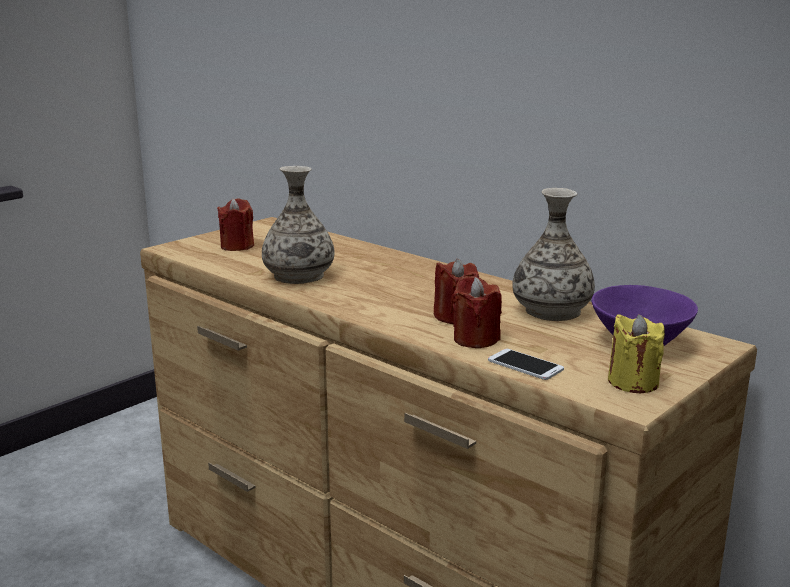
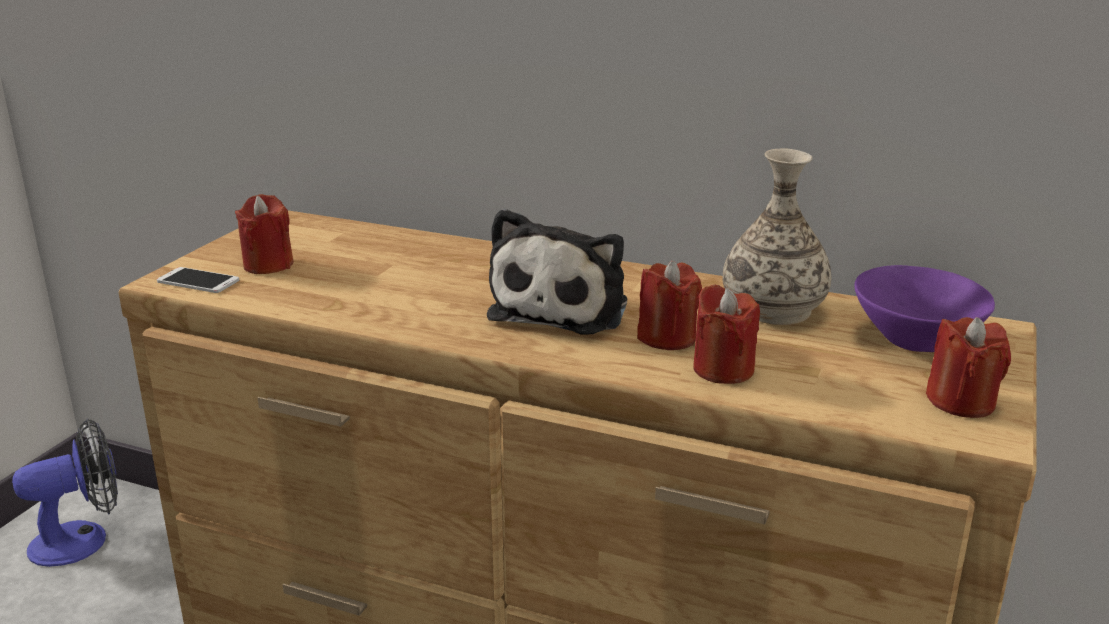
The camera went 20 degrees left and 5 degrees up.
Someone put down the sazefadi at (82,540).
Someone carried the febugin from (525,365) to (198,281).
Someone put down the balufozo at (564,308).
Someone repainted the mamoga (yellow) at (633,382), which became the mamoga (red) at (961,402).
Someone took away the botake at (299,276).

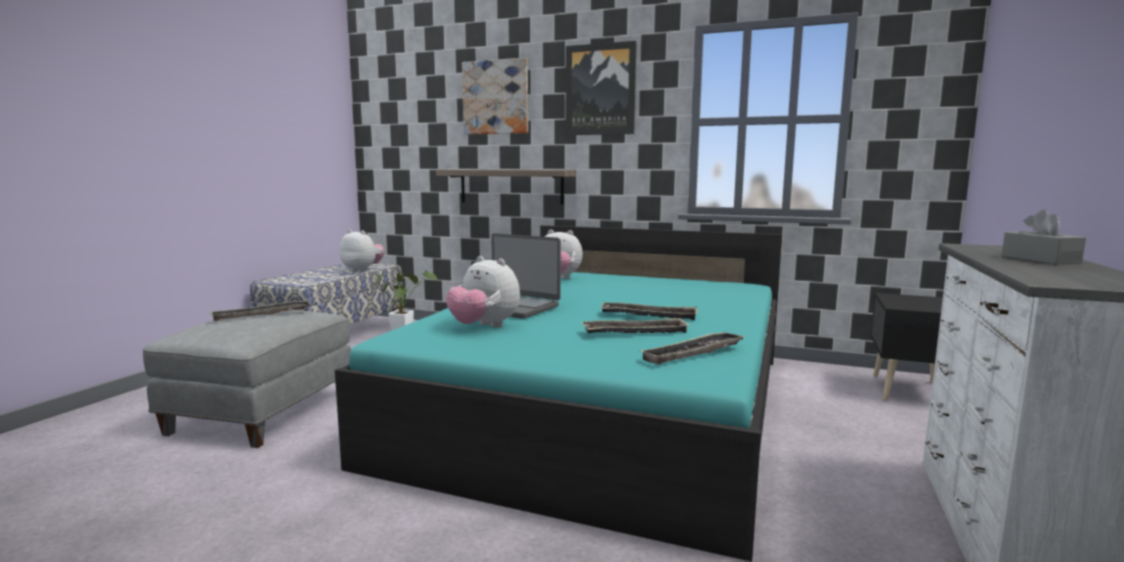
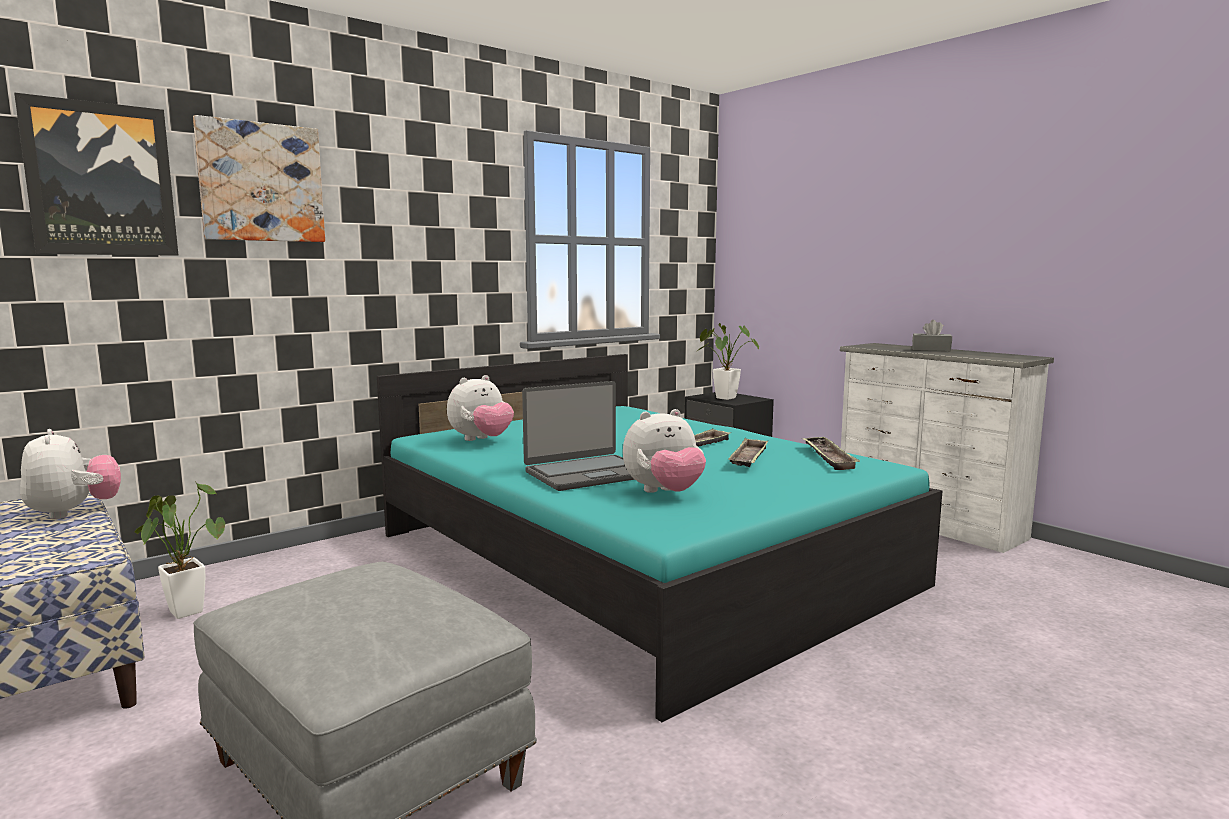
The camera went 60 degrees left and 0 degrees up.
Someone carried the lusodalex from (600,90) to (101,180).
Someone rotated the balufozo at (363,270) by 90 degrees clockwise.
Someone put down the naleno at (722,397).
Someone took away the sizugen at (262,315).
Someone took away the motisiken at (511,186).

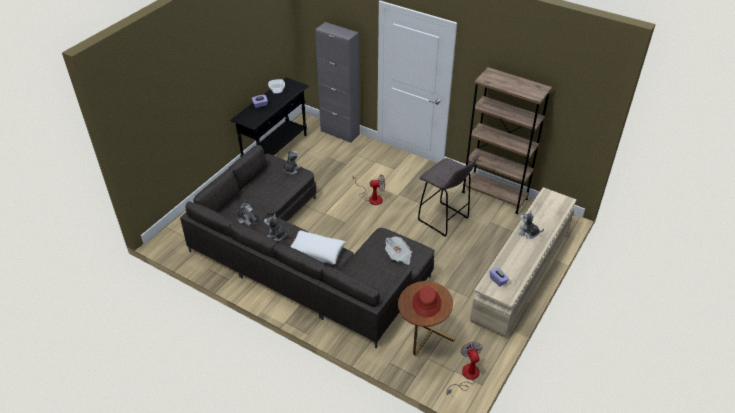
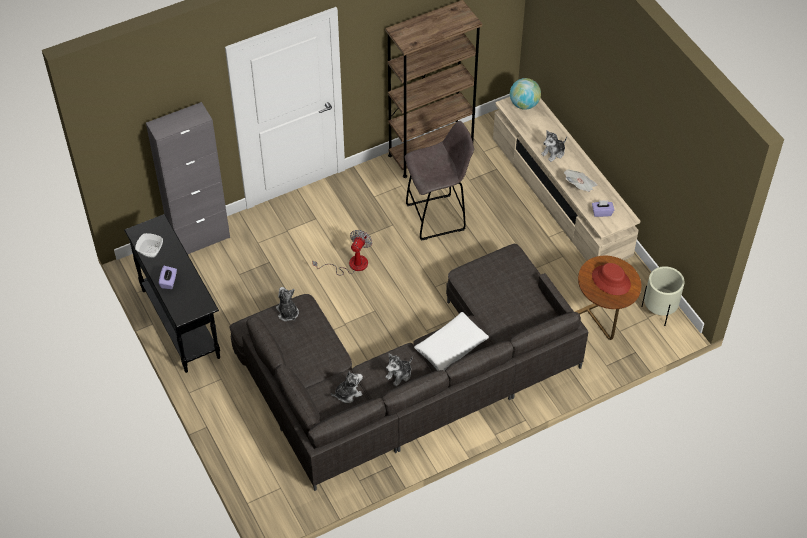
The camera went 60 degrees left and 10 degrees up.
Someone put down the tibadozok at (524,104).
Someone carried the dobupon from (398,256) to (580,186).
Someone swapped the sazefadi at (466,376) for the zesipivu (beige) at (659,311).

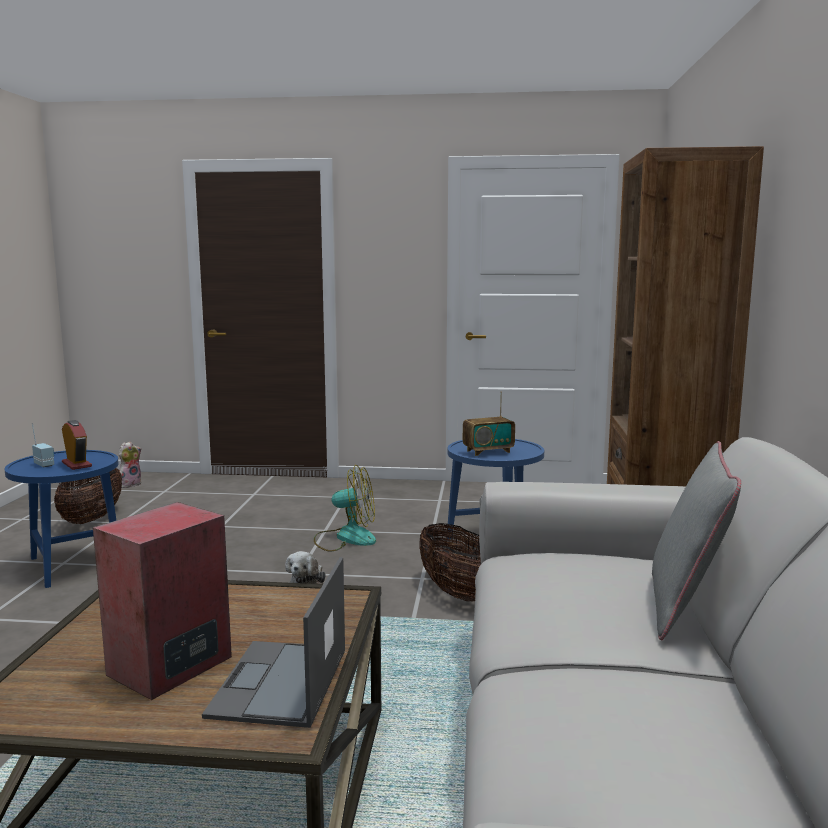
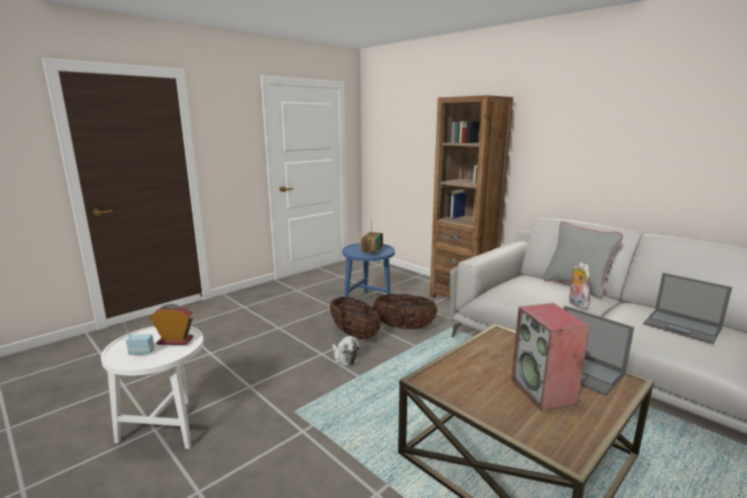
The camera went 50 degrees left and 5 degrees up.
Someone repainted the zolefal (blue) at (72,565), which became the zolefal (white) at (167,426).
Someone carried the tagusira from (92,519) to (354,334).
Someone carried the balufozo from (130,484) to (576,304).
Someone put down the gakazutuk at (683,326).
Someone took away the sazefadi at (346,538).

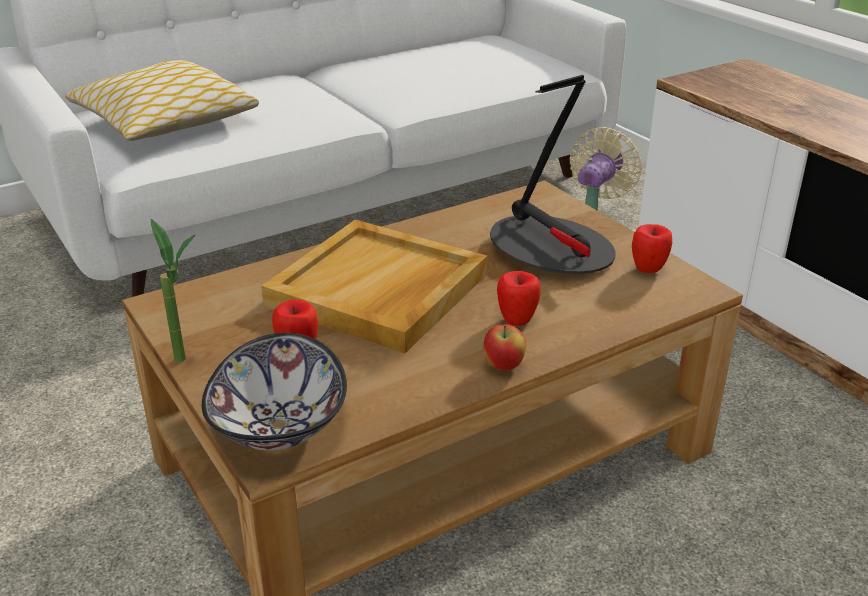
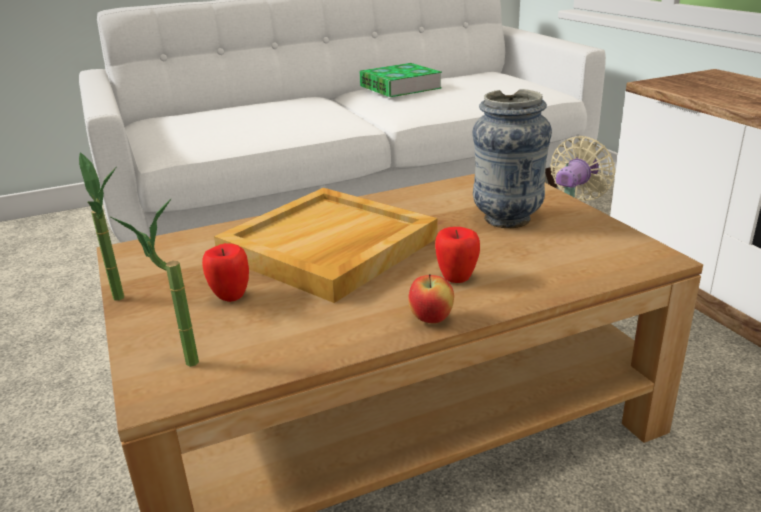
The camera went 10 degrees right and 5 degrees down.
Someone swapped the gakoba at (277,425) for the naleno at (178,364).
Someone put down the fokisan at (400,87).
Someone swapped the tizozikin at (551,249) for the botake at (507,219).
Someone took away the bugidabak at (166,122).
Someone took away the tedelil at (648,270).

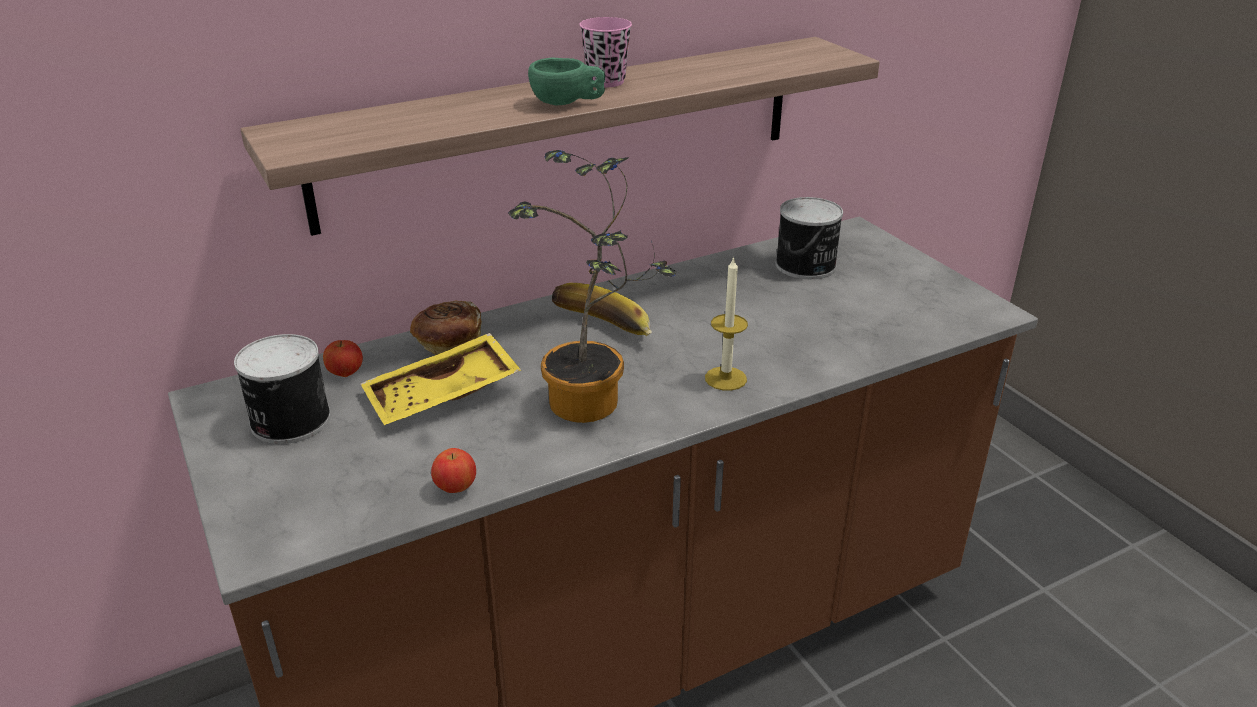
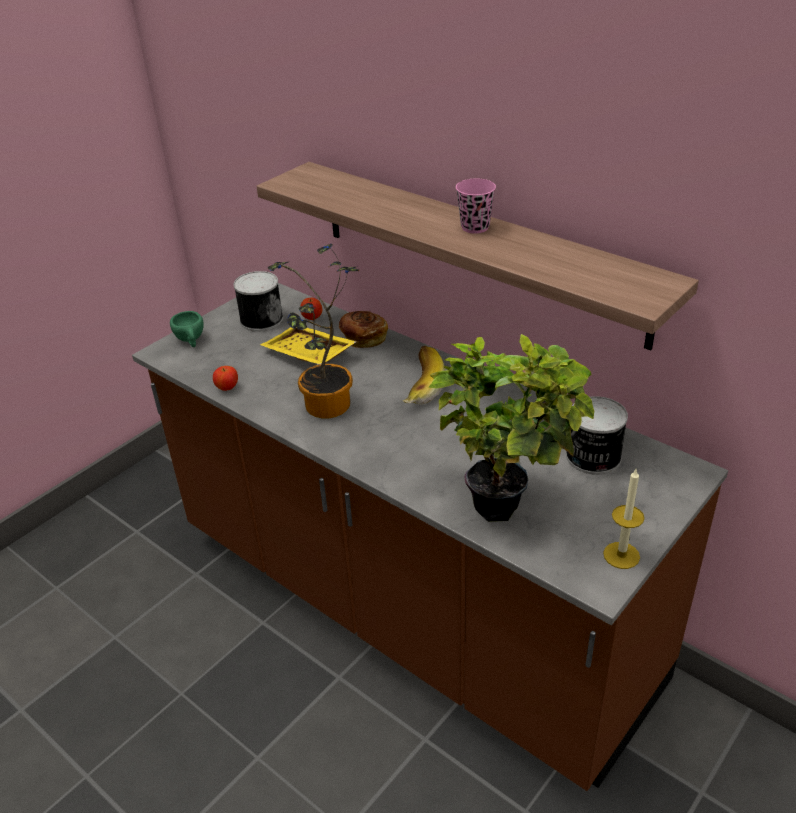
The camera went 70 degrees right and 5 degrees up.
Someone carried the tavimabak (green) from (567,103) to (191,340).
Someone put down the naleno at (507,503).
Someone carried the mamoga from (725,378) to (621,555).

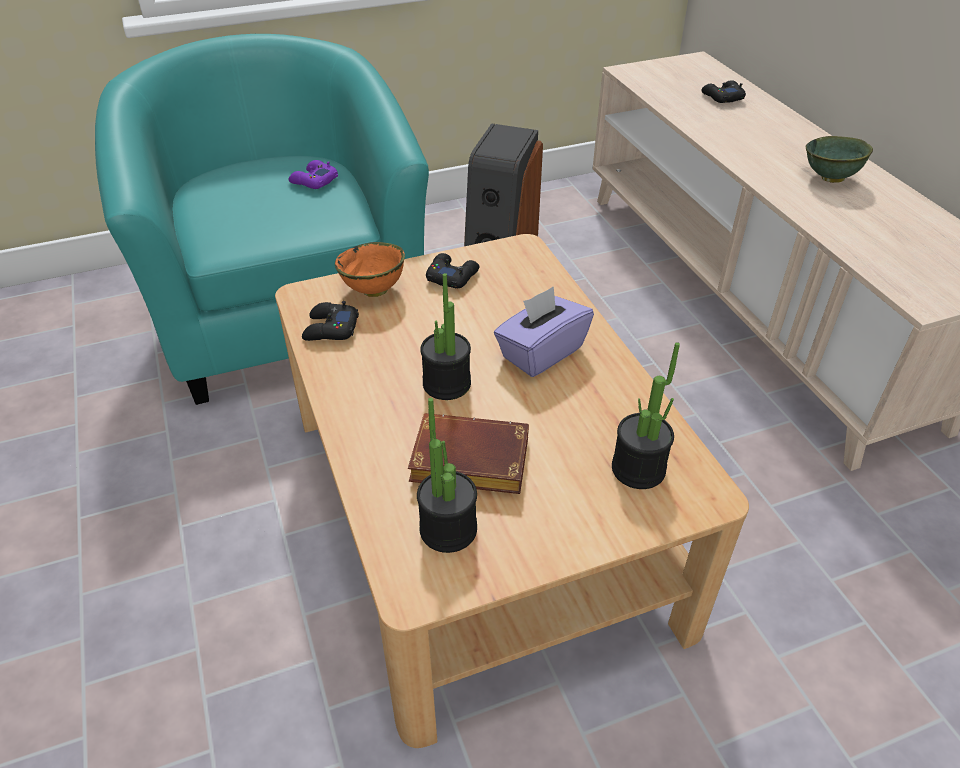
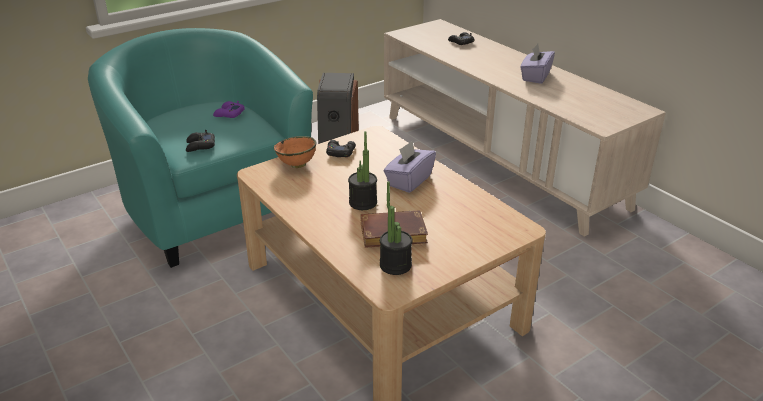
The camera went 15 degrees left and 10 degrees down.
Someone carried the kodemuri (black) from (330,329) to (200,146).
Someone swapped the gakoba (green) at (829,178) for the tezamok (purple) at (535,76).
Someone took away the naleno at (638,469).

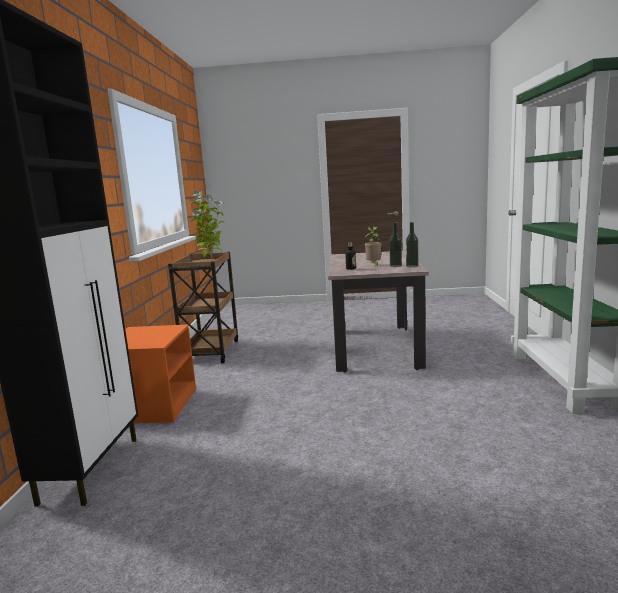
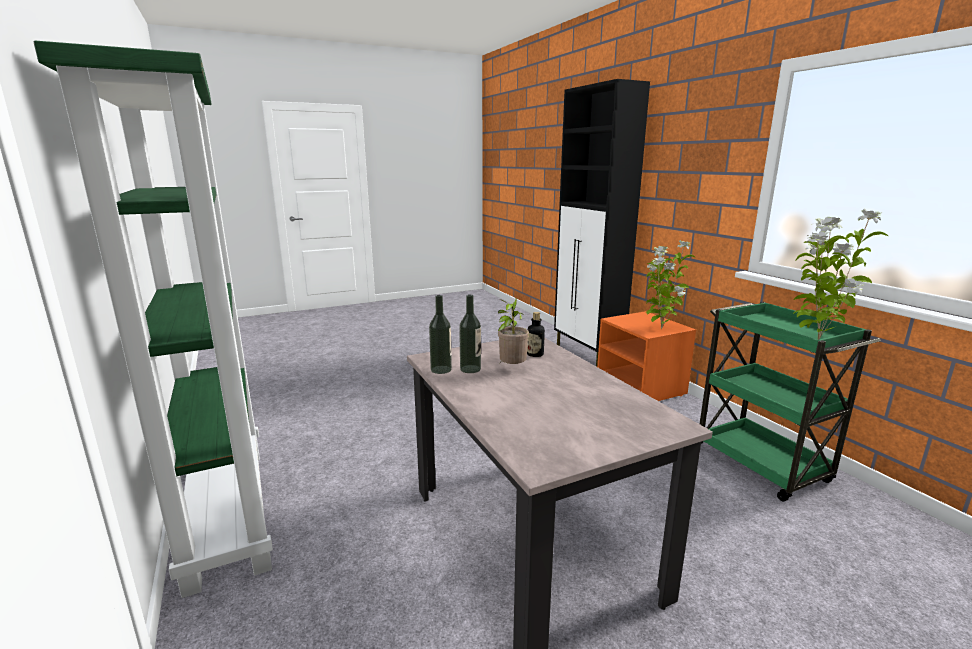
The camera went 150 degrees right and 5 degrees up.
Someone put down the naleno at (660,328).
Someone repainted the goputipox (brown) at (211,351), which became the goputipox (green) at (761,465).

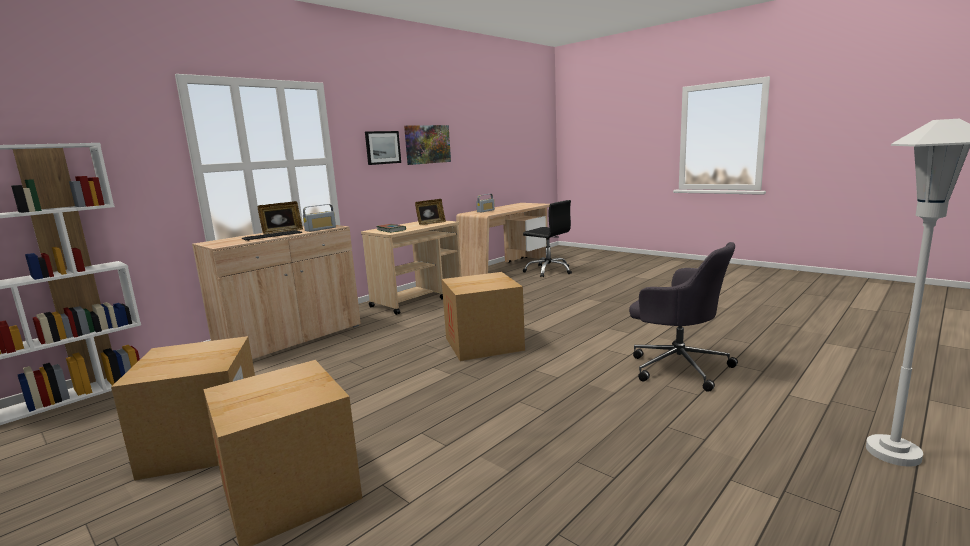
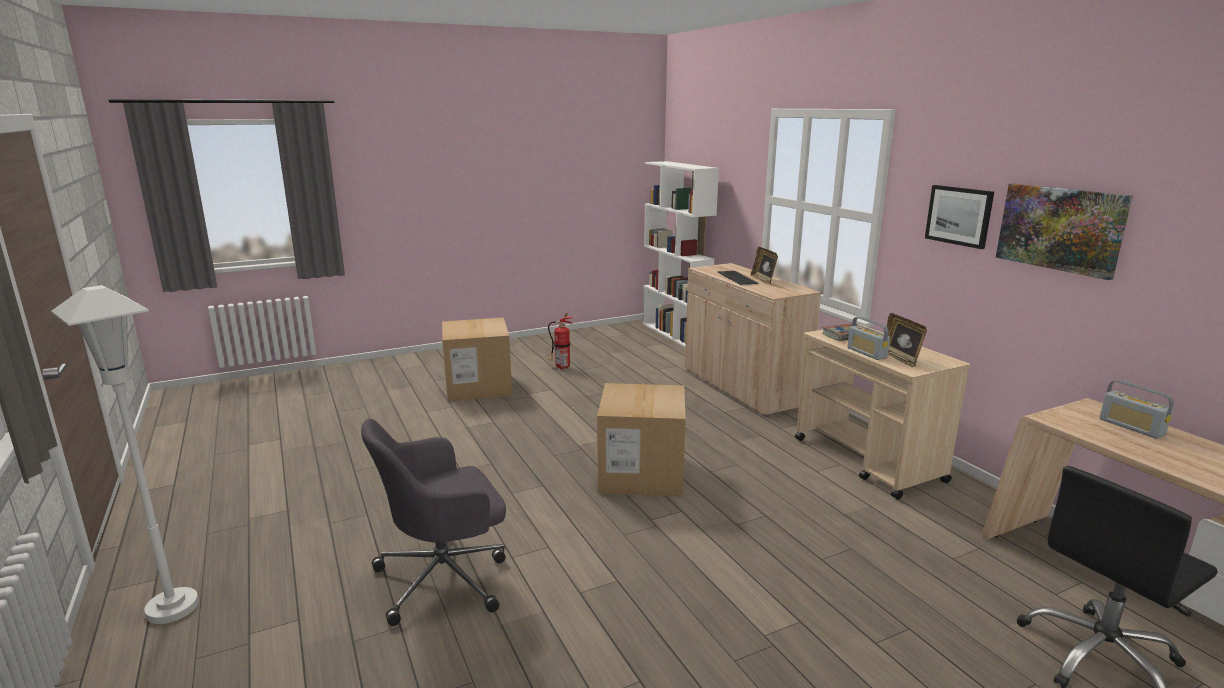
The camera went 110 degrees right and 5 degrees up.
Someone swapped the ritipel at (204,443) for the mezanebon at (560,367).
Someone carried the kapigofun from (320,229) to (866,353).

